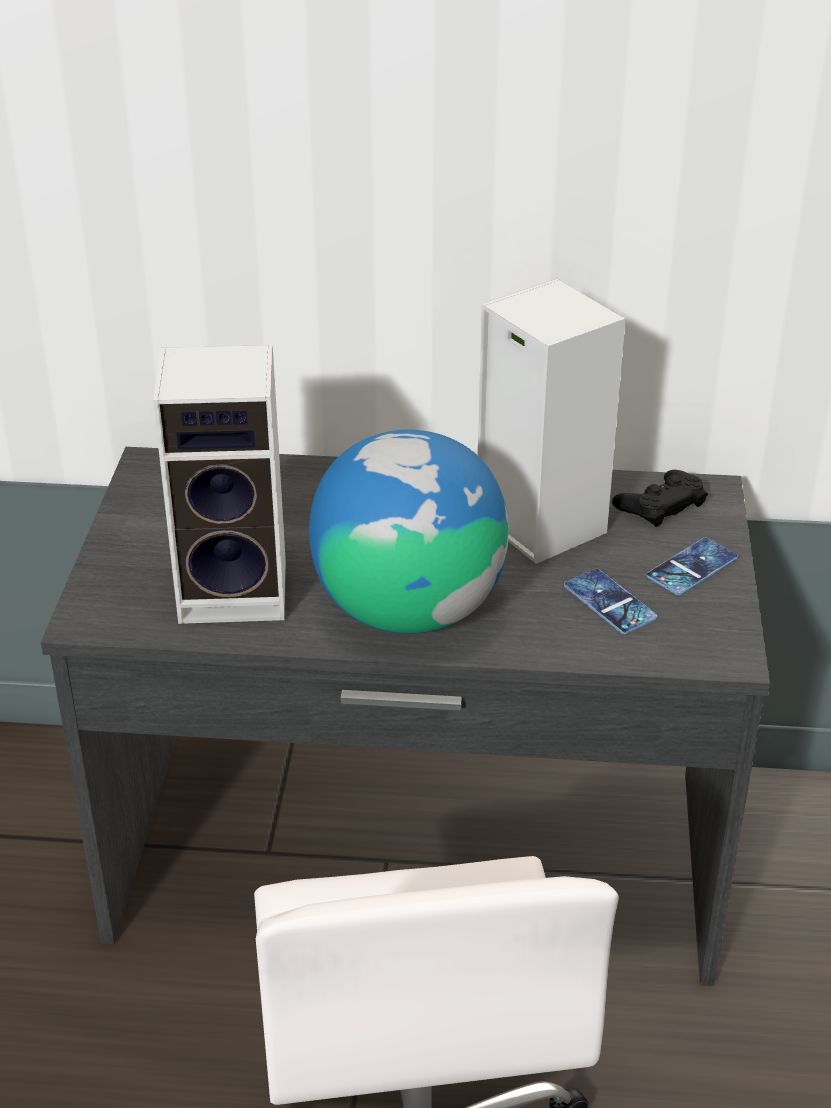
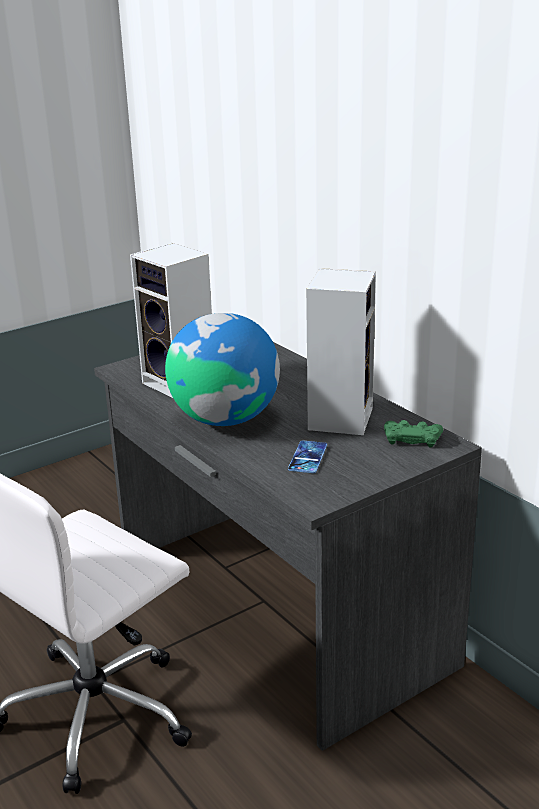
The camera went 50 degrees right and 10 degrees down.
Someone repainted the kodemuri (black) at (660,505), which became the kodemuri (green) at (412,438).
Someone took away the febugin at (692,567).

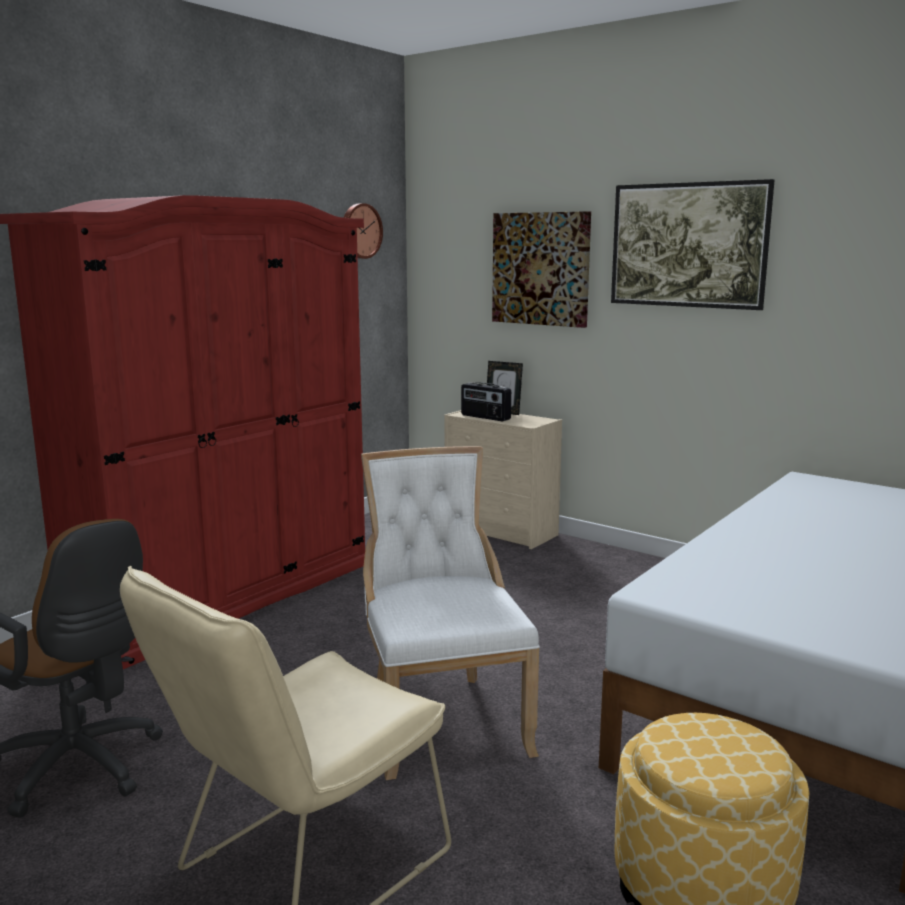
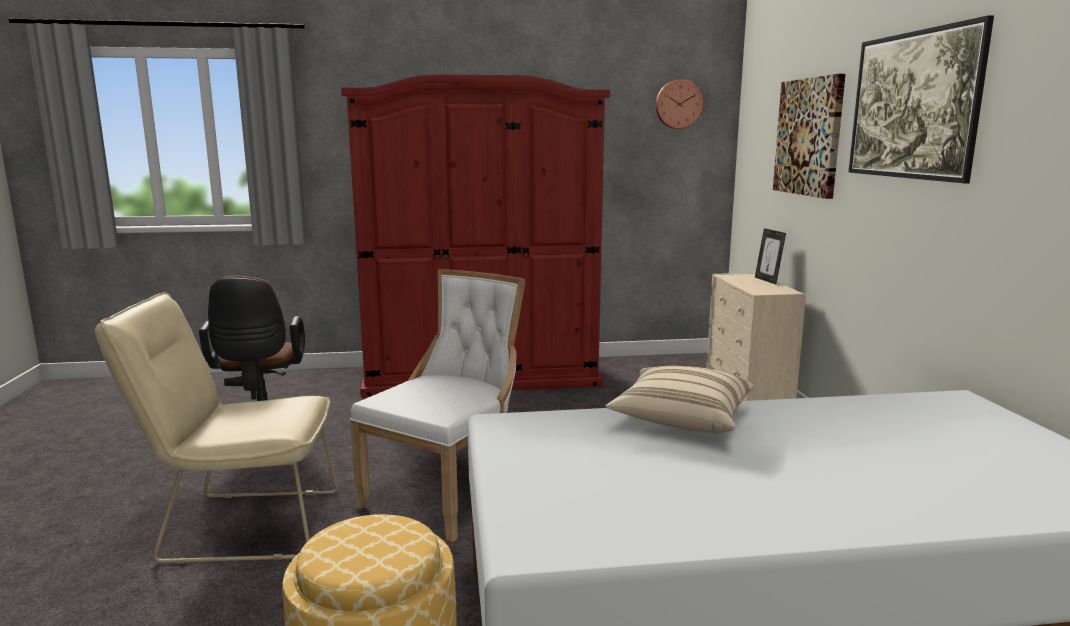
The camera went 45 degrees right and 0 degrees up.
Someone put down the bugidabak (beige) at (681,419).
Someone took away the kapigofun at (485,417).

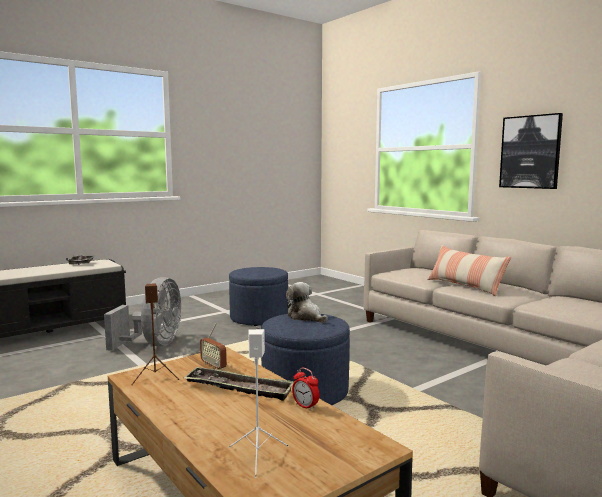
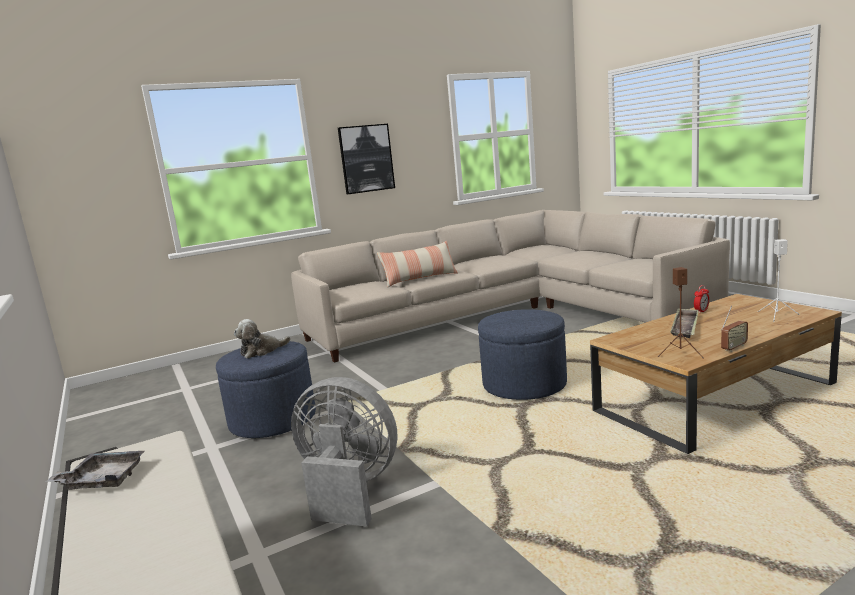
The camera went 80 degrees left and 5 degrees up.
Someone carried the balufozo from (306,317) to (261,351).
Someone carried the kapigofun from (213,366) to (733,348).

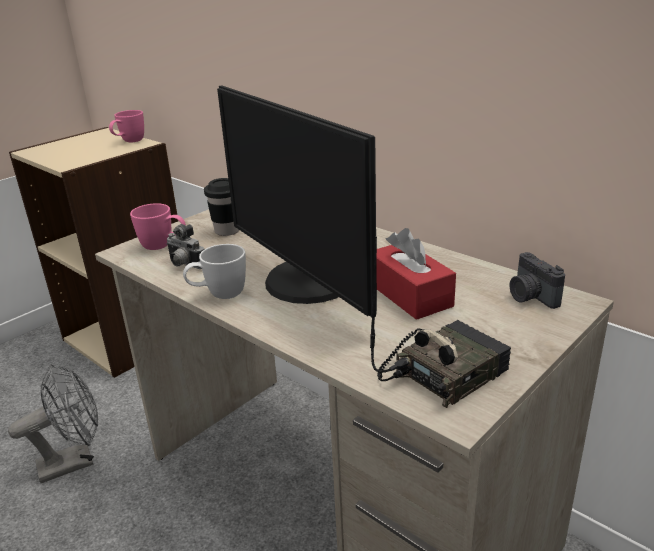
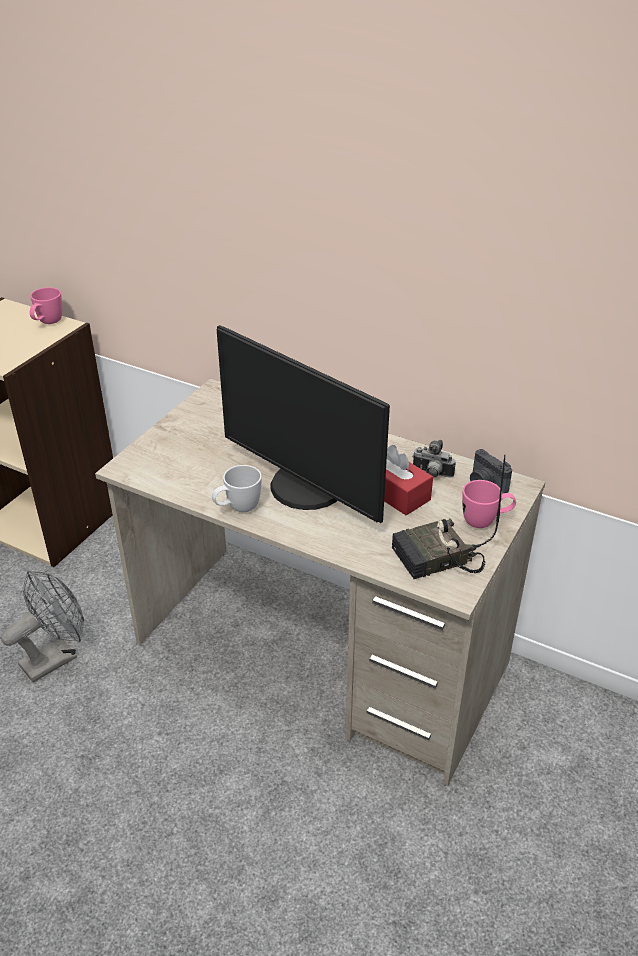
The camera went 15 degrees left and 10 degrees up.
Someone rotated the kapigofun at (441,372) by 150 degrees counterclockwise.
Someone carried the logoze from (184,265) to (431,474).
Someone carried the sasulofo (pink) from (163,246) to (485,521).
Someone took away the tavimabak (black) at (227,231).

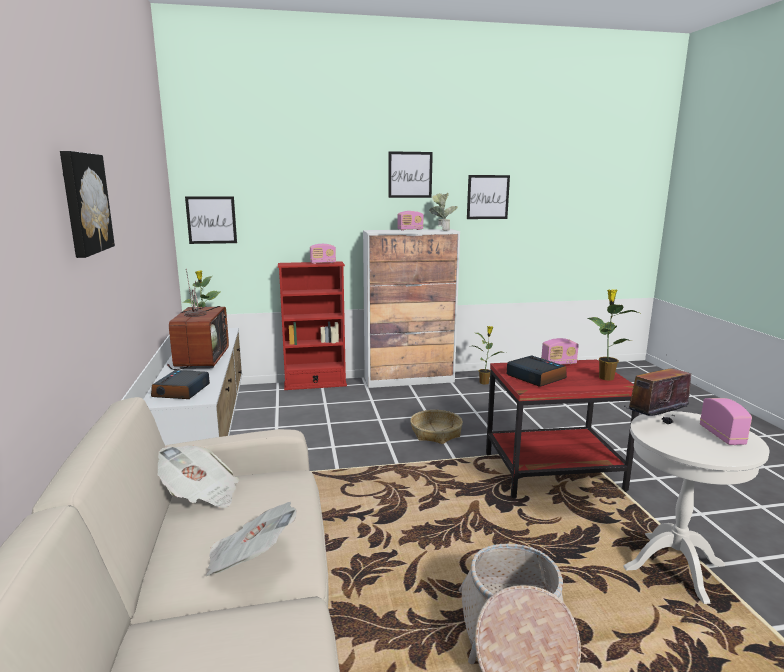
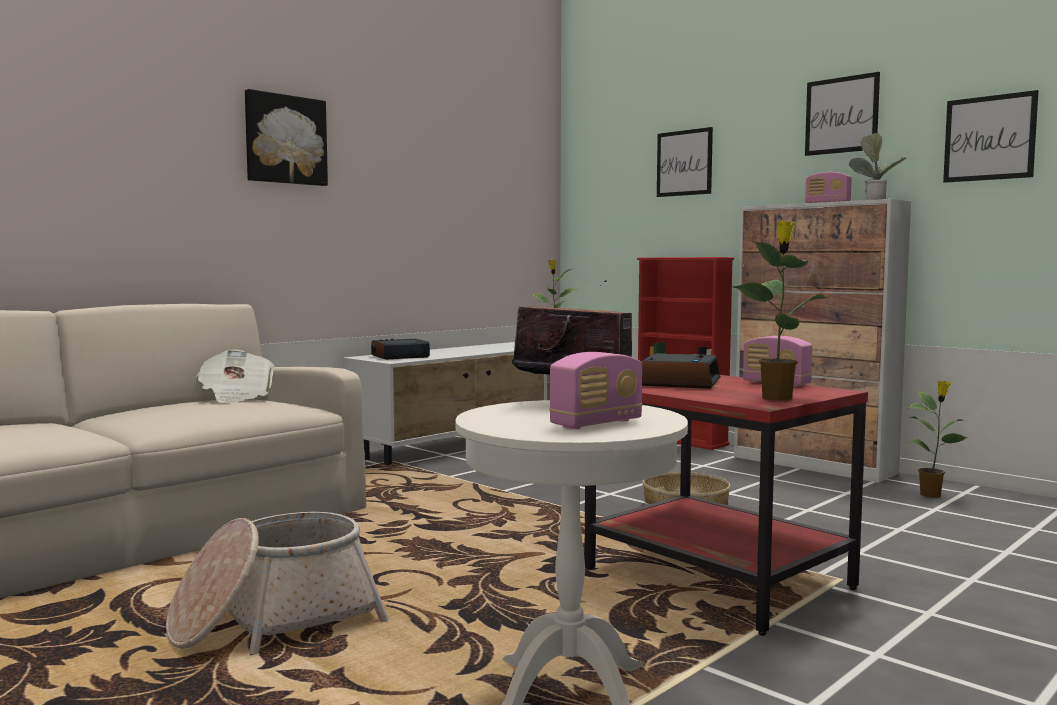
The camera went 55 degrees right and 10 degrees down.
Someone carried the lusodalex from (211,220) to (684,163).
Someone took away the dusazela at (201,359).
Someone took away the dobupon at (250,559).
Someone took away the kapigofun at (323,263).

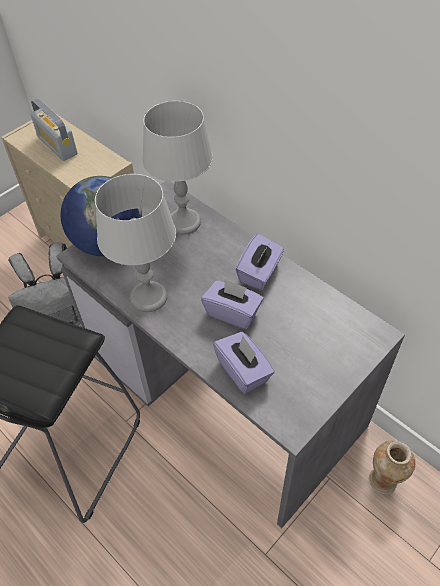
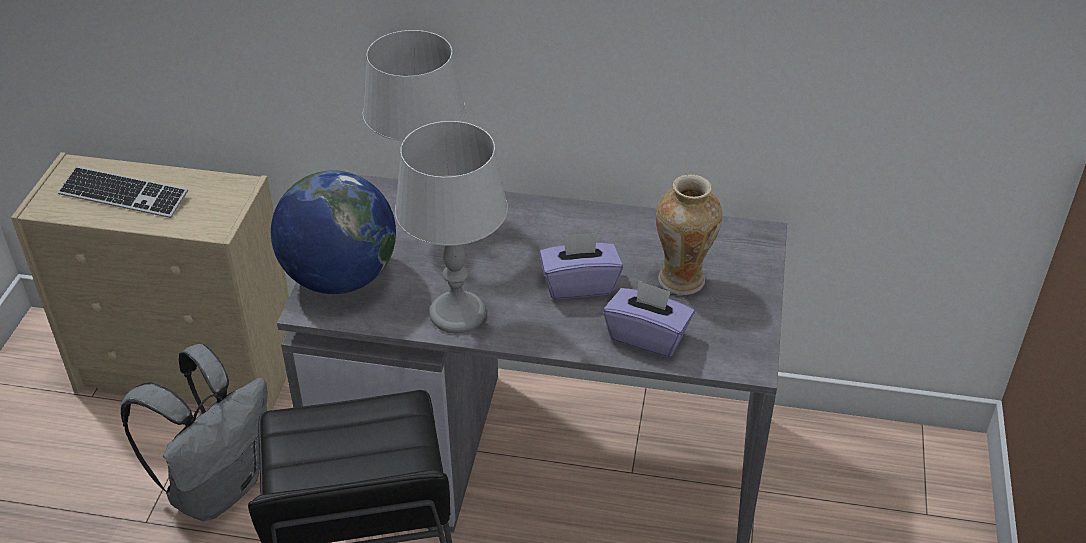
The camera went 35 degrees left and 10 degrees down.
Someone swapped the kapigofun at (57,145) for the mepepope at (123,195).
Someone carried the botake from (383,480) to (682,279).
Someone took away the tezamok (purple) at (260,273).

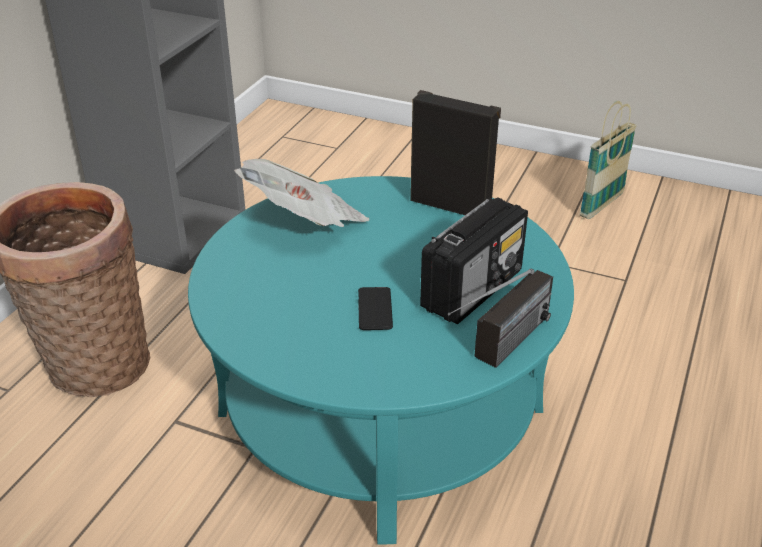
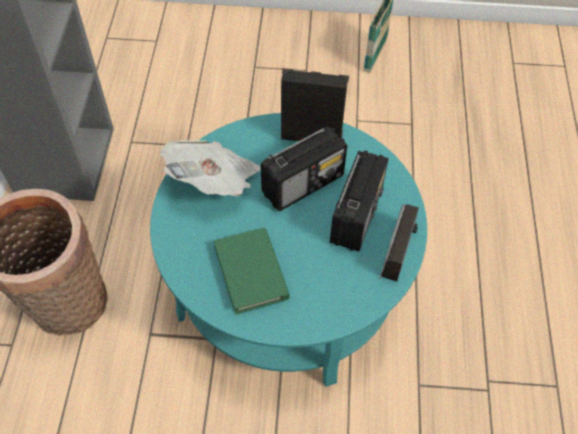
The camera went 20 degrees left and 20 degrees up.
Someone put down the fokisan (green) at (251,272).
Someone put down the kapigofun at (303,184).
Someone took away the febugin at (375,309).

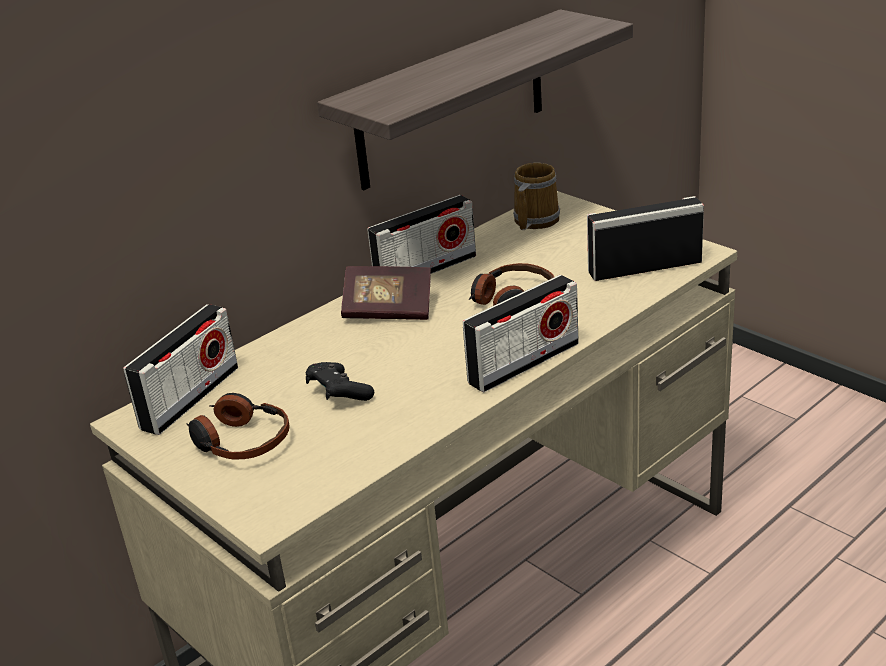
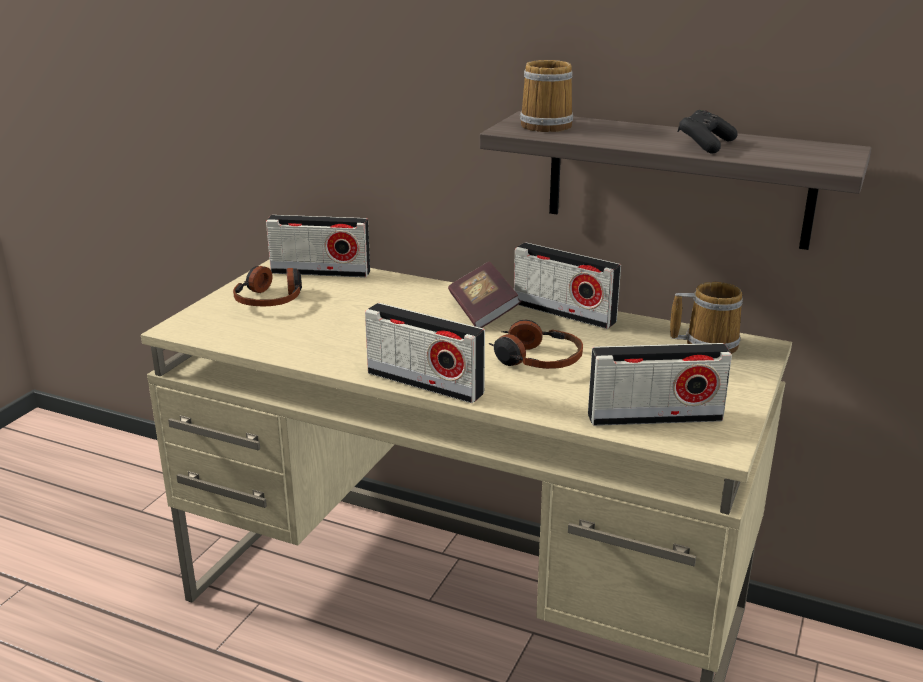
The camera went 65 degrees right and 5 degrees down.
Someone put down the sasulofo at (549,125).
Someone rotated the kapigofun at (644,267) by 120 degrees clockwise.
Someone carried the kodemuri (black) from (339,394) to (705,145).

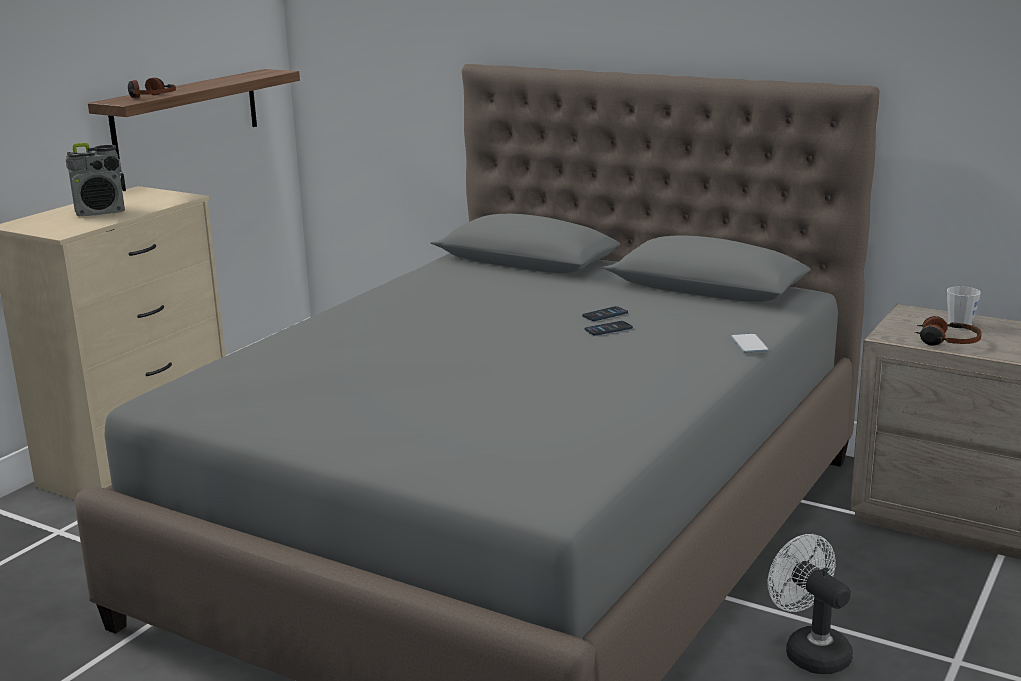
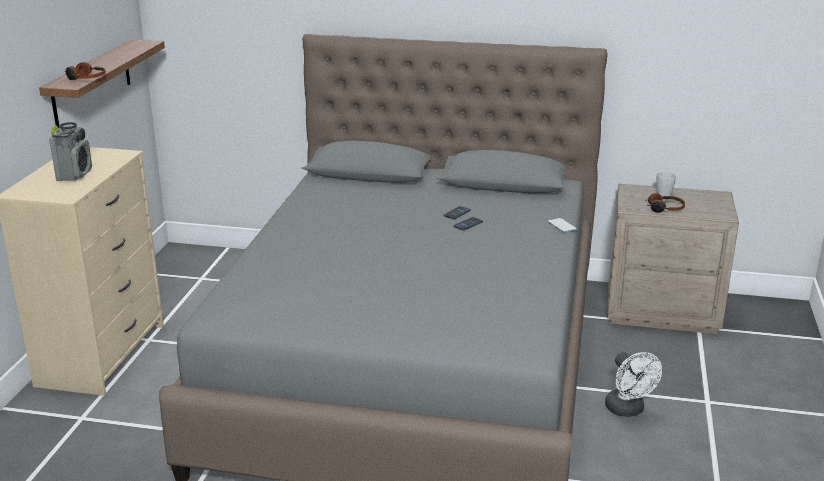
The camera went 20 degrees left and 5 degrees up.
Someone rotated the kapigofun at (101,212) by 45 degrees counterclockwise.
Someone rotated the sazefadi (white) at (810,651) by 150 degrees counterclockwise.

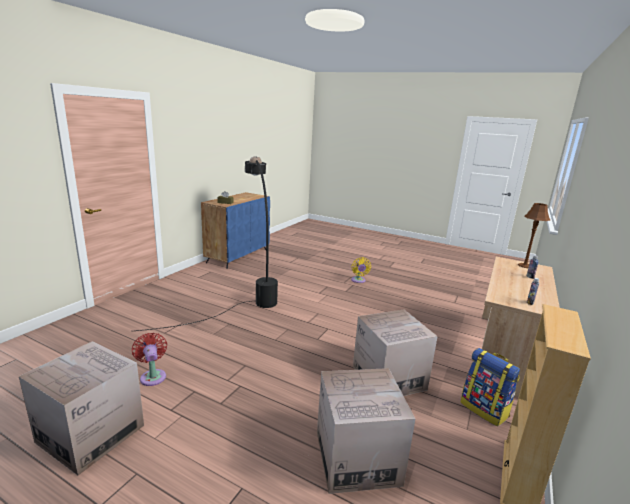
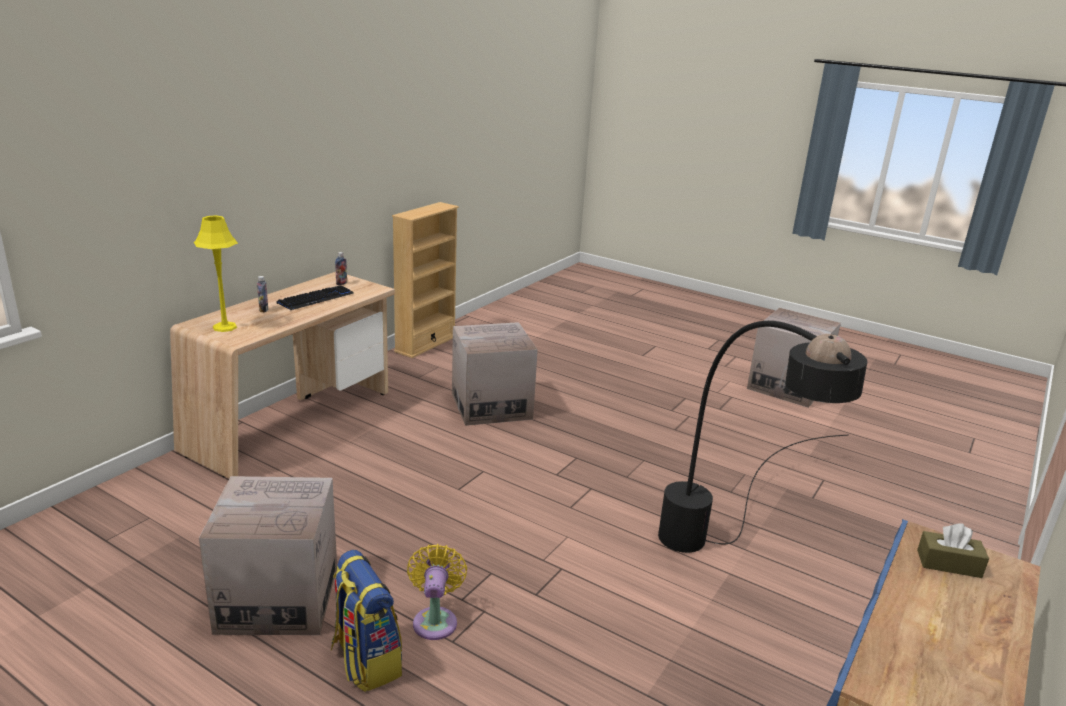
The camera went 175 degrees left and 5 degrees up.
Someone repainted the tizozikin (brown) at (524,266), which became the tizozikin (yellow) at (225,327).
Someone carried the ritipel from (357,458) to (278,598).
Someone put down the mepepope at (316,299).
Someone carried the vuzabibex from (485,409) to (365,661).
Someone took away the sazefadi (red) at (153,376).

